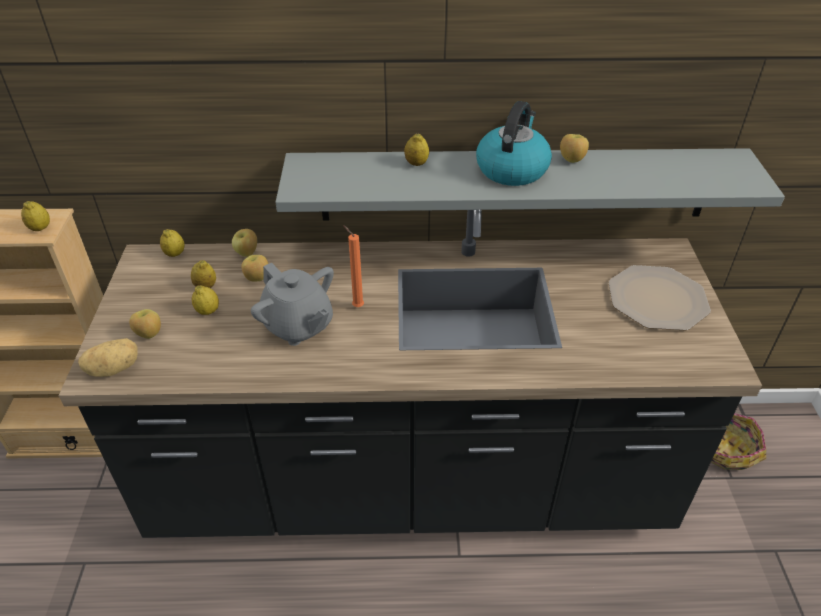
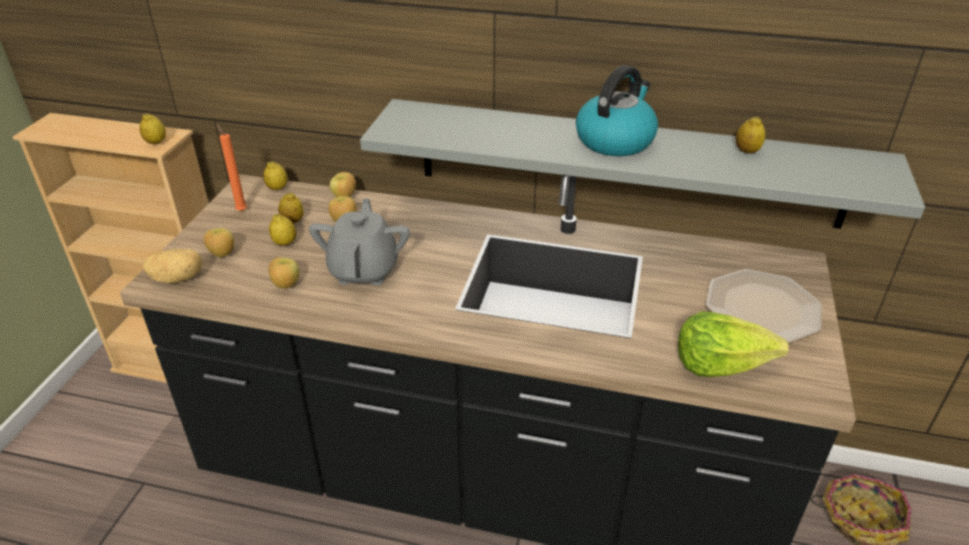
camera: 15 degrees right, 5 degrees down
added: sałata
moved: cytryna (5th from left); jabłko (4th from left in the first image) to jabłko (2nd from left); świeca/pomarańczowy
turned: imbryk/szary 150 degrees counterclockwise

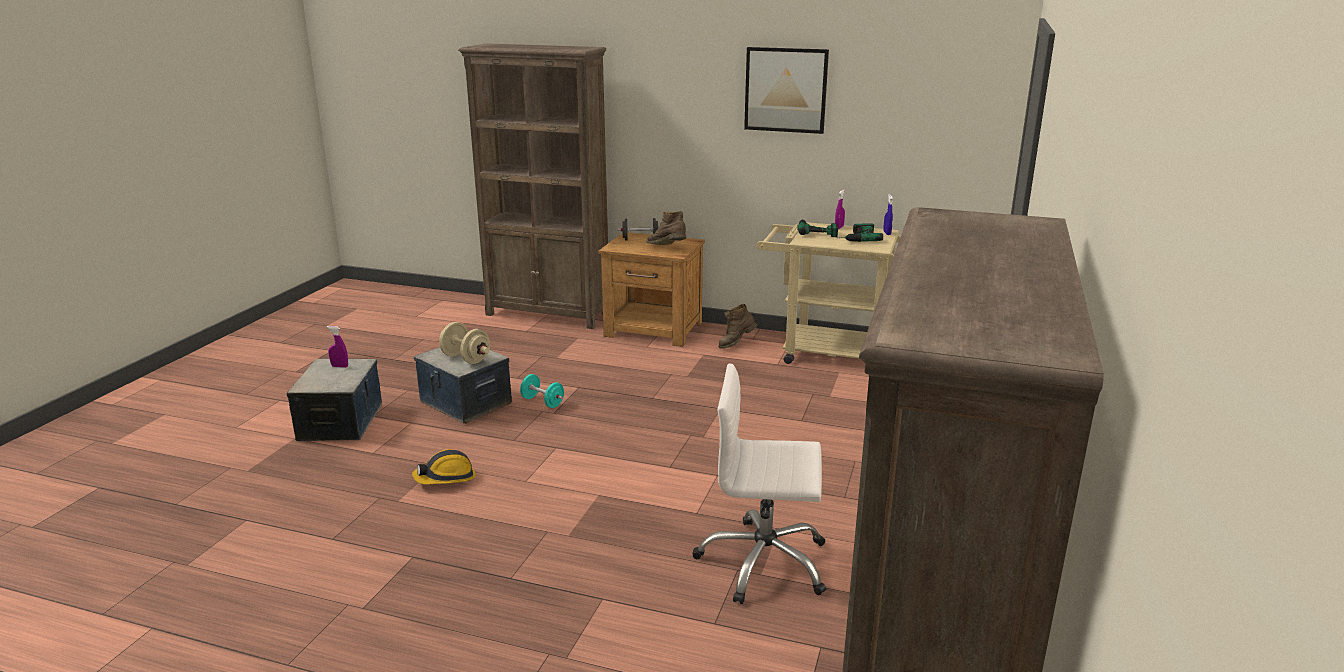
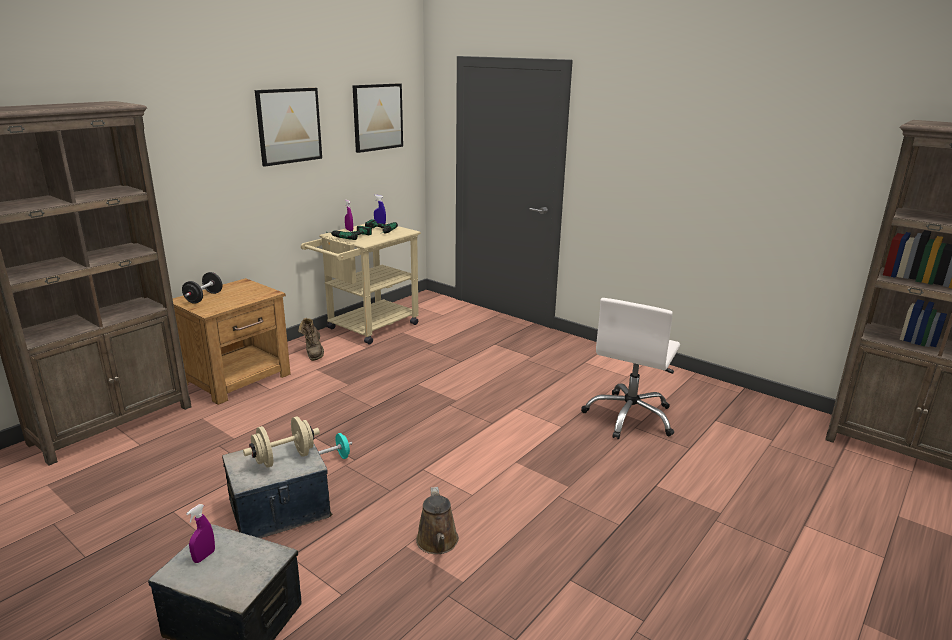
camera: 70 degrees left, 0 degrees up
removed: but z cholewką/brązowy (1st from left)
added: obraz (2nd from left)
replaced: kask to konewka/brązowy

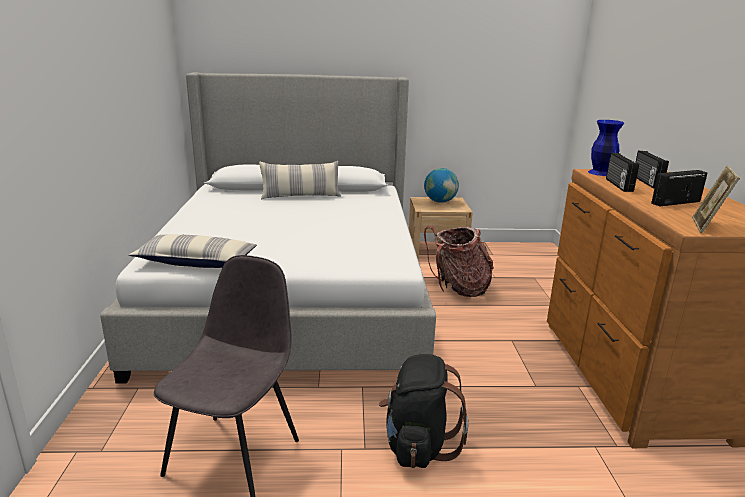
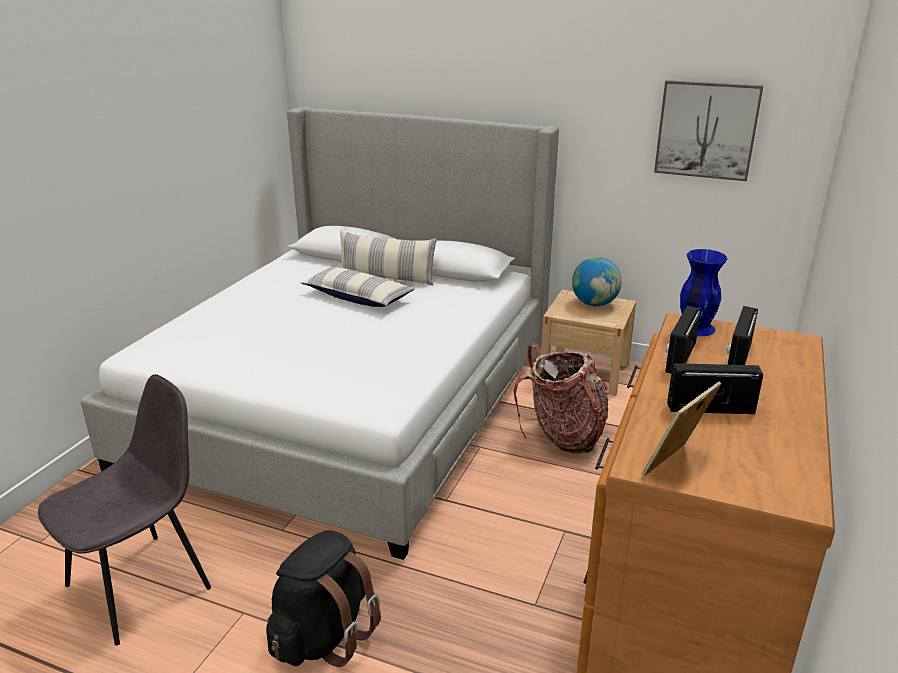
camera: 25 degrees right, 5 degrees up
added: obraz
moved: poduszka (1st from left)

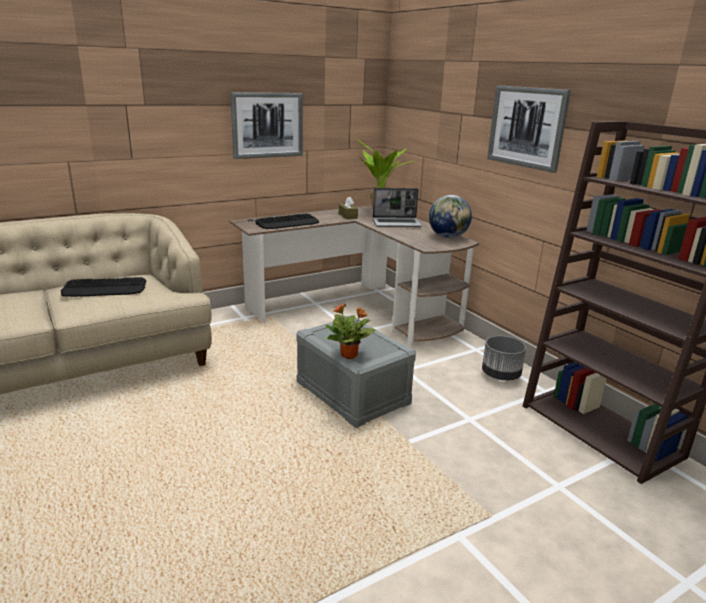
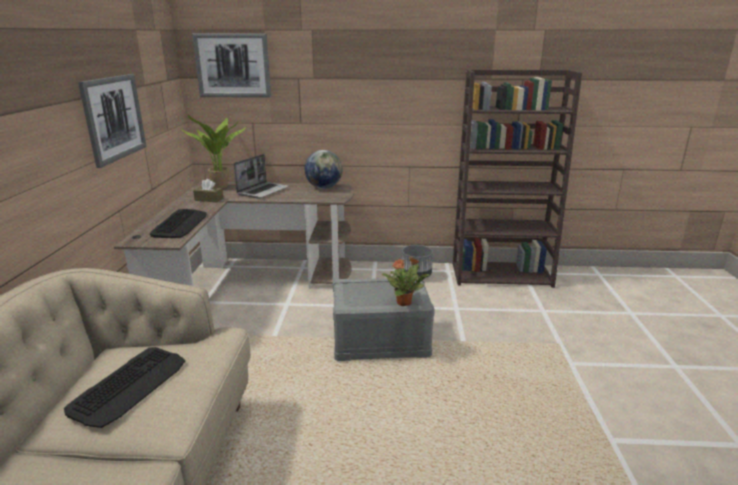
camera: 55 degrees left, 0 degrees up
moved: obraz (2nd from left)

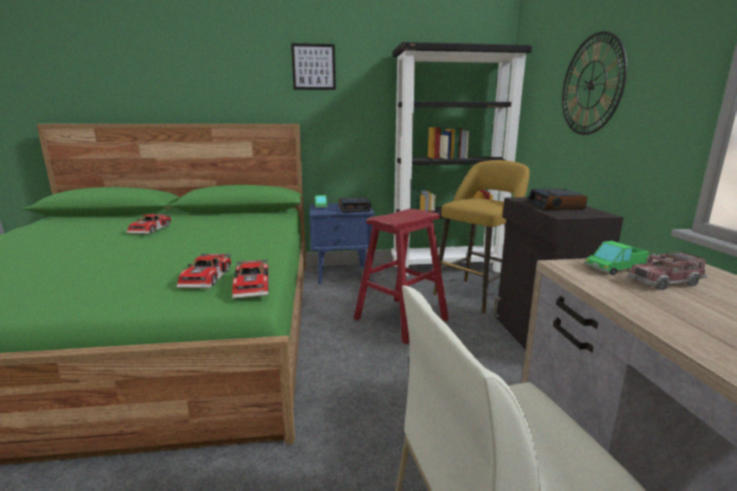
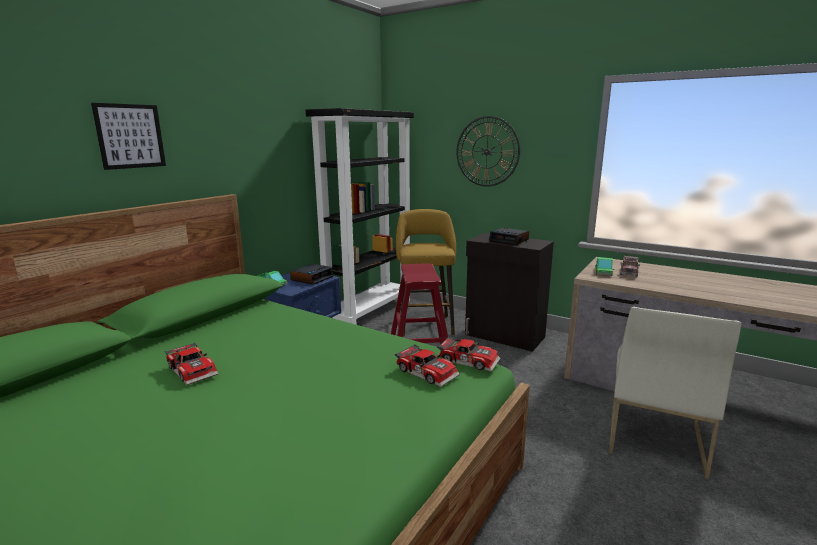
camera: 50 degrees left, 0 degrees up
moved: obraz

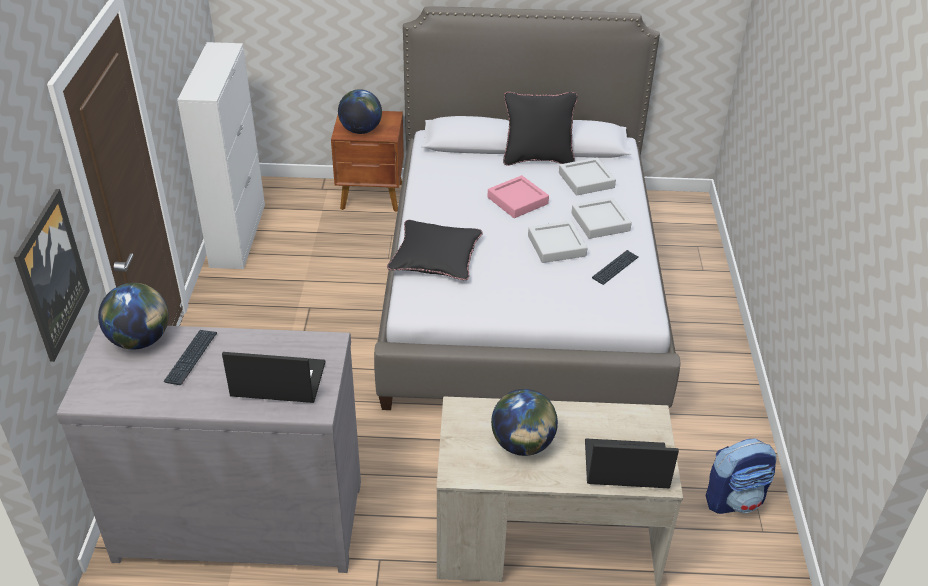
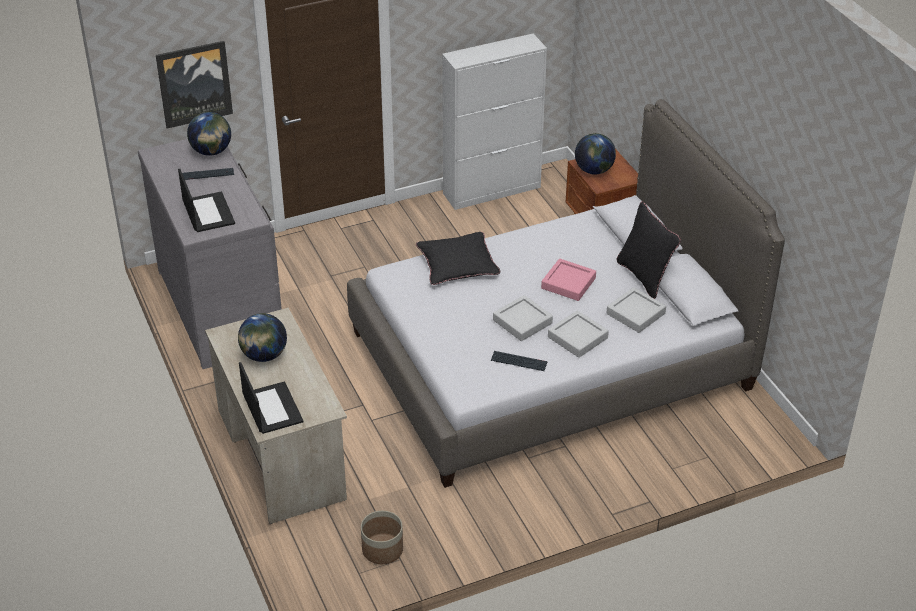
camera: 65 degrees right, 0 degrees up
replaced: plecak to donica

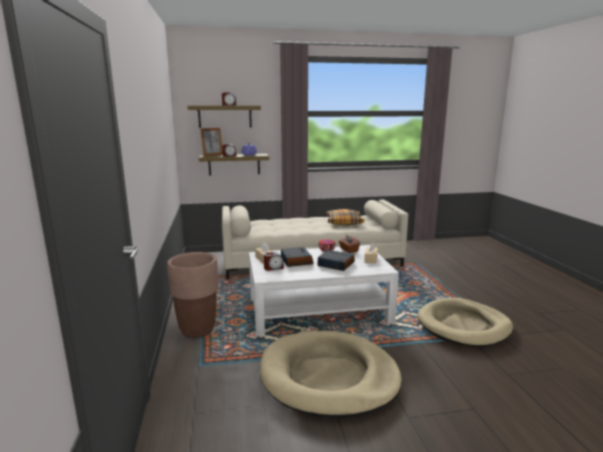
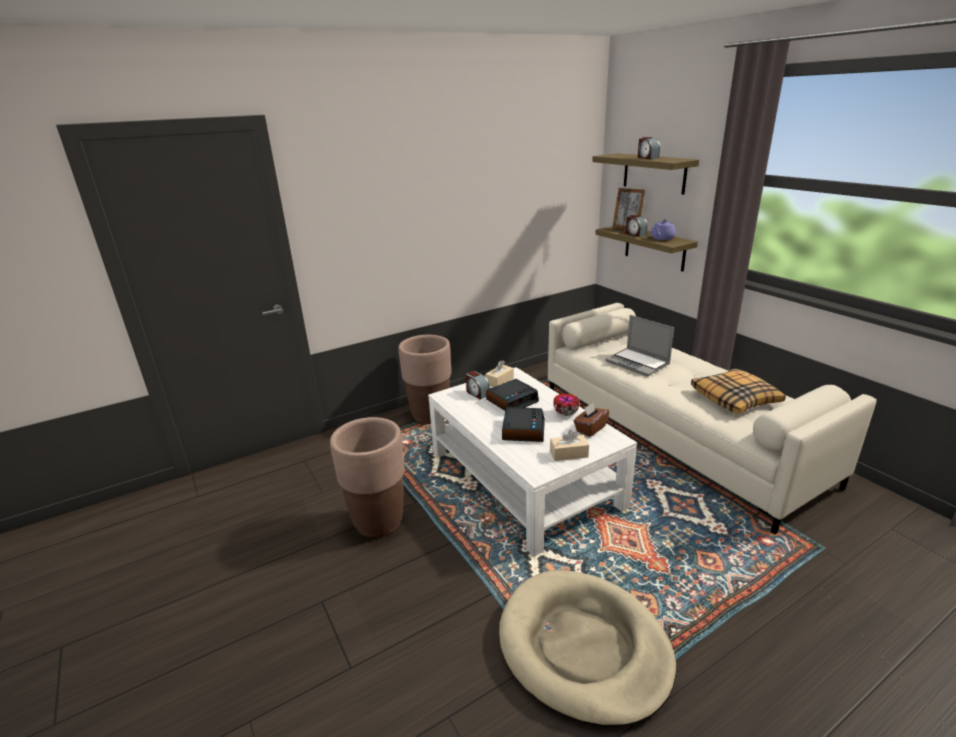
camera: 70 degrees right, 10 degrees up
added: laptop
replaced: legowisko/beżowy (1st from left) to donica/brązowy (1st from left)

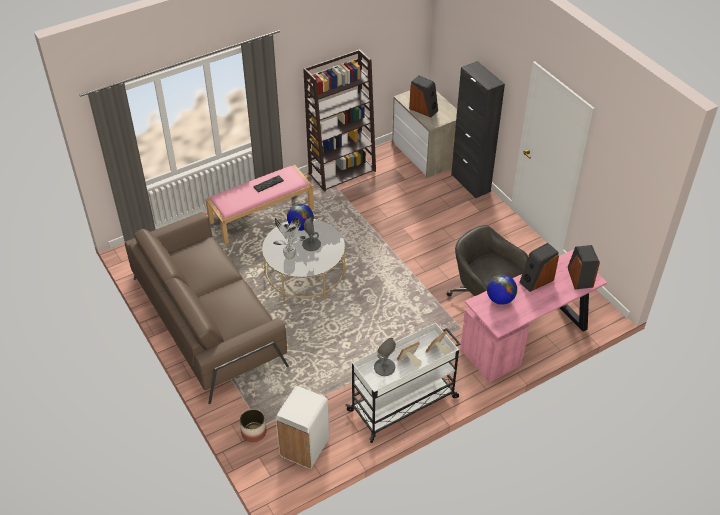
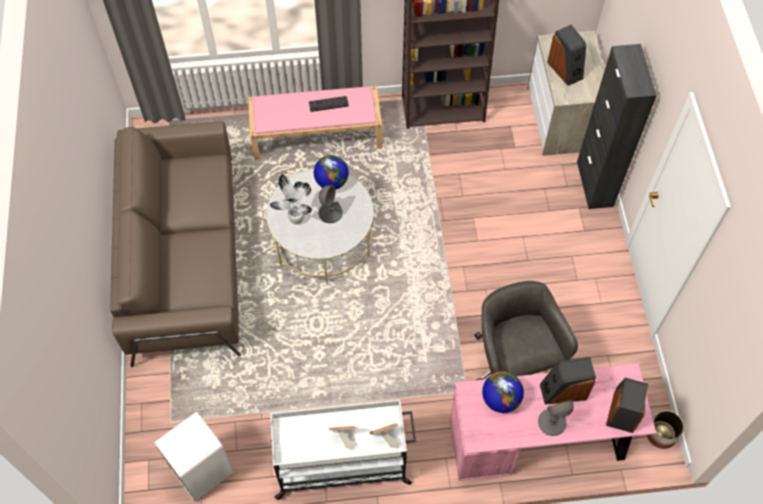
camera: 25 degrees right, 15 degrees up
moved: lampa stołowa/szary (2nd from left); donica

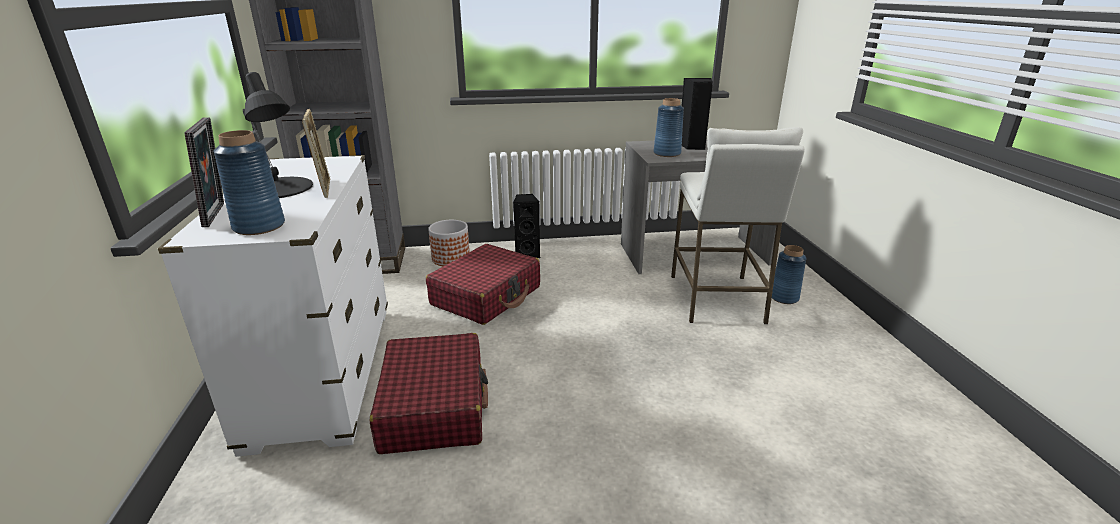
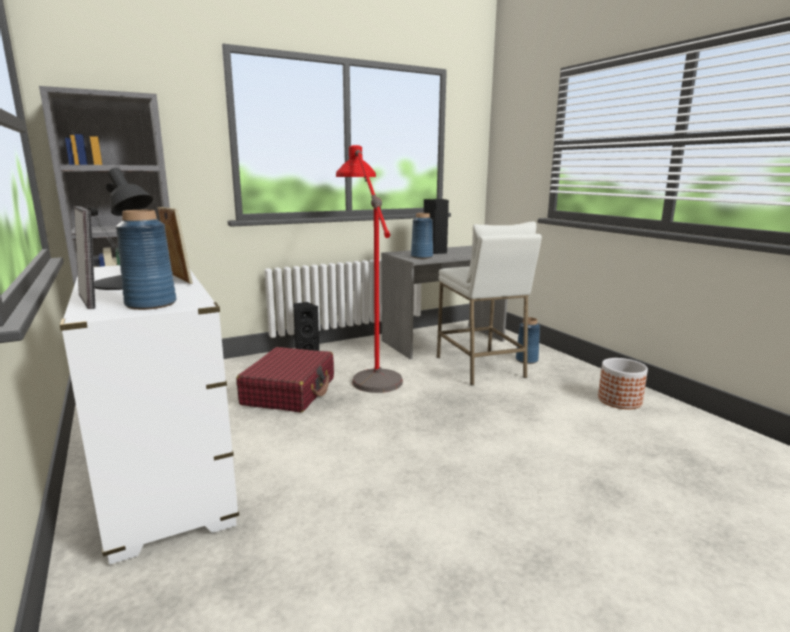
camera: 20 degrees left, 10 degrees down
removed: walizka/czerwony (1st from left)
added: lampa stojąca/czerwony
moved: donica

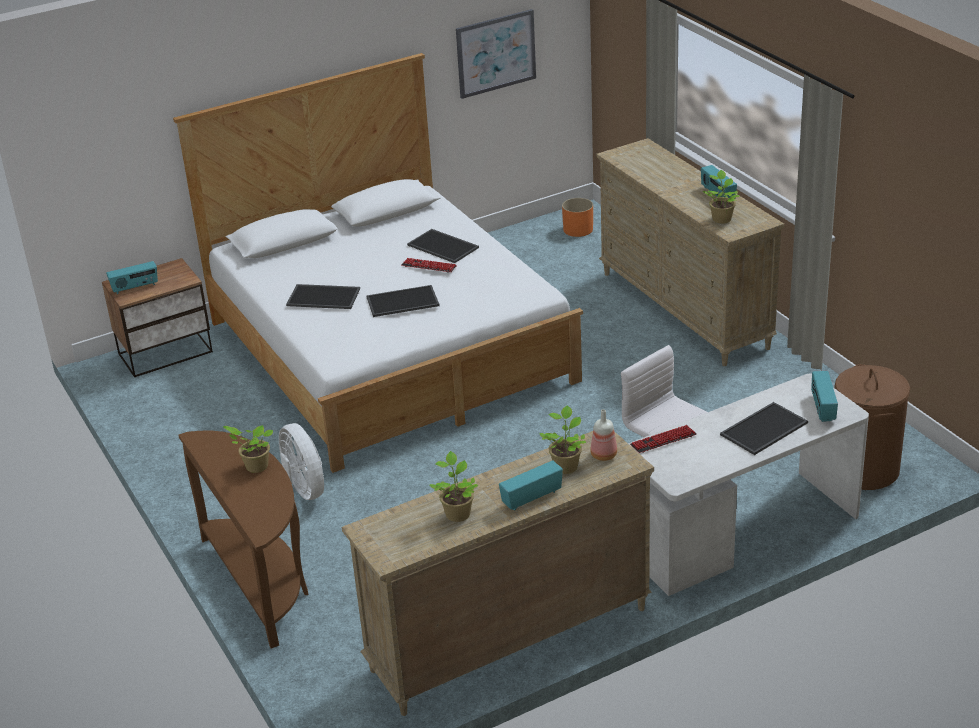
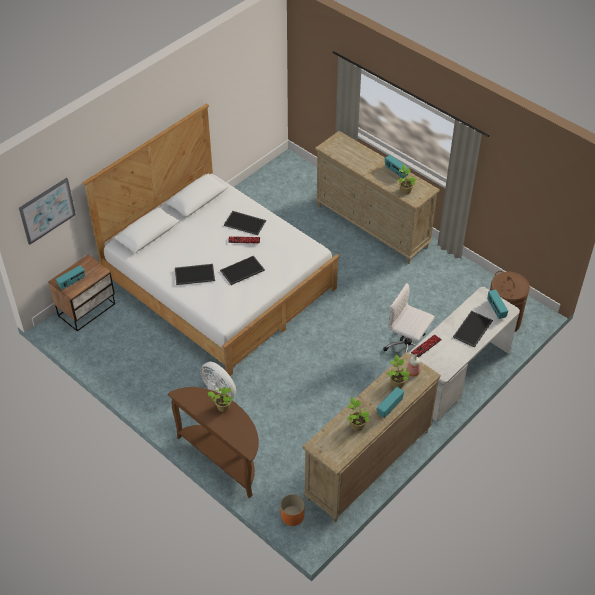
camera: 20 degrees left, 15 degrees up
moved: obraz; donica/pomarańczowy

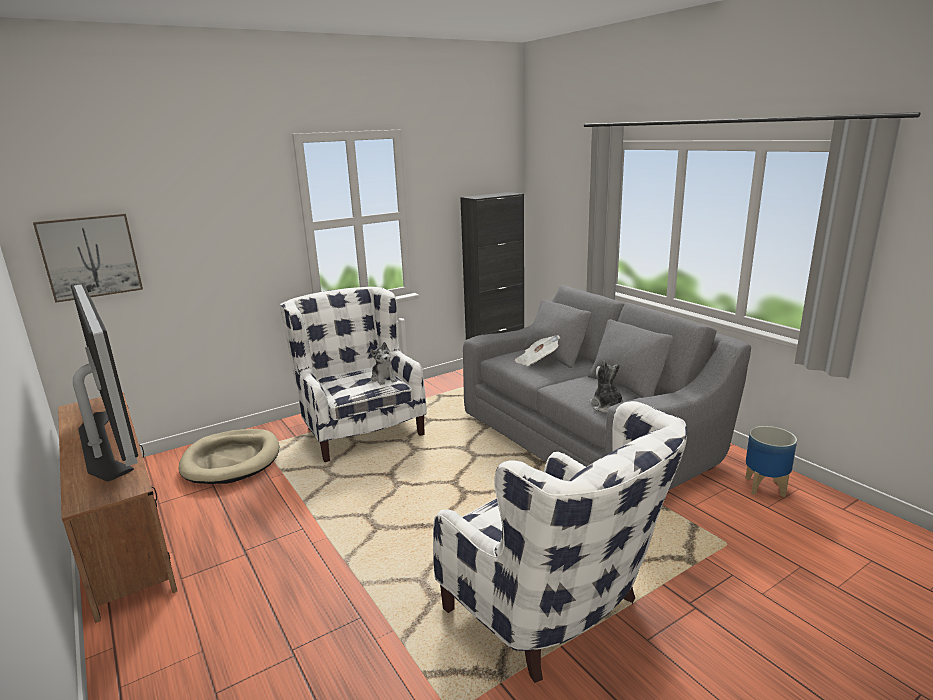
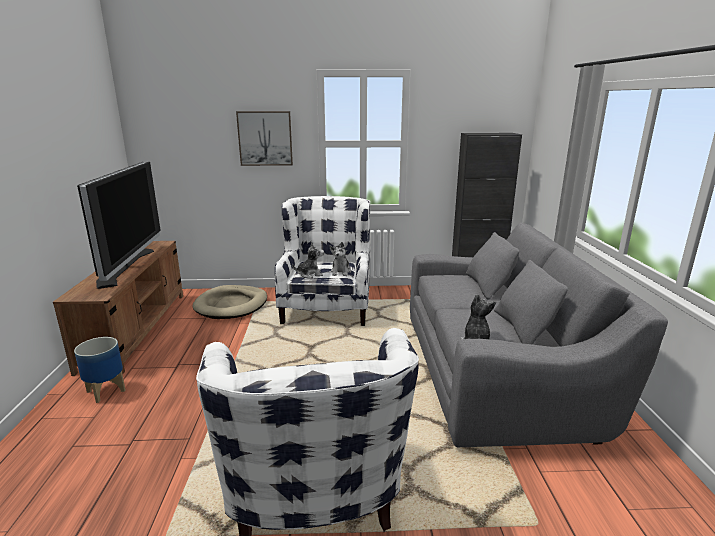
camera: 30 degrees right, 0 degrees up
removed: gazeta
added: pluszak (1st from left)
moved: obraz; donica

